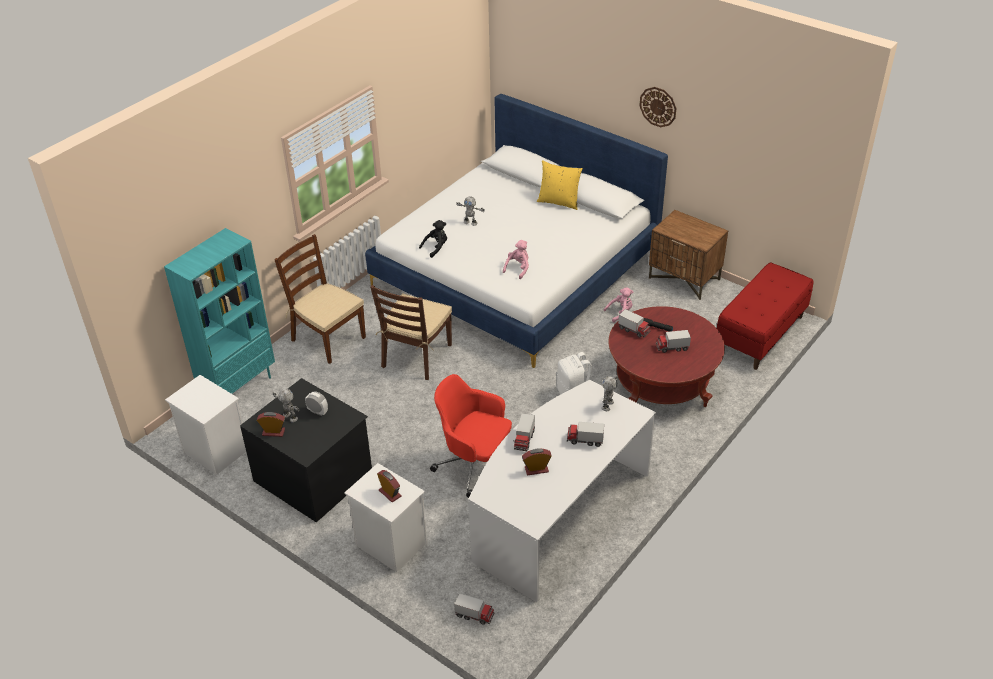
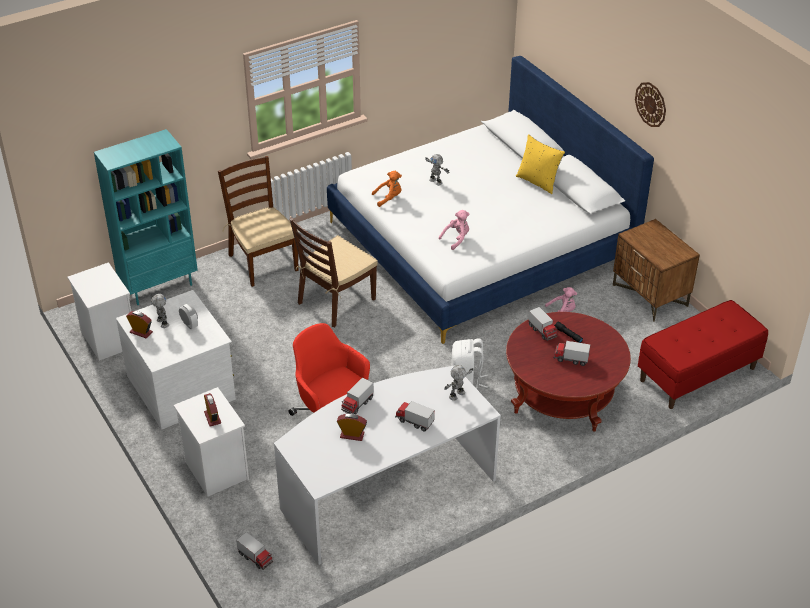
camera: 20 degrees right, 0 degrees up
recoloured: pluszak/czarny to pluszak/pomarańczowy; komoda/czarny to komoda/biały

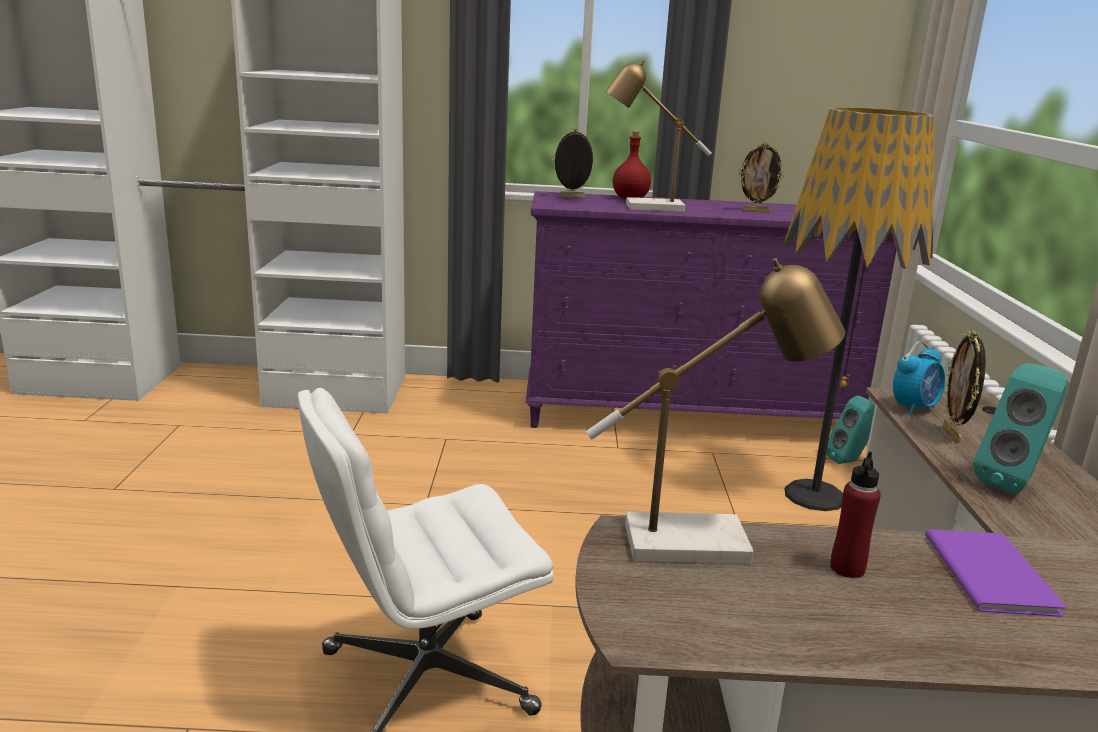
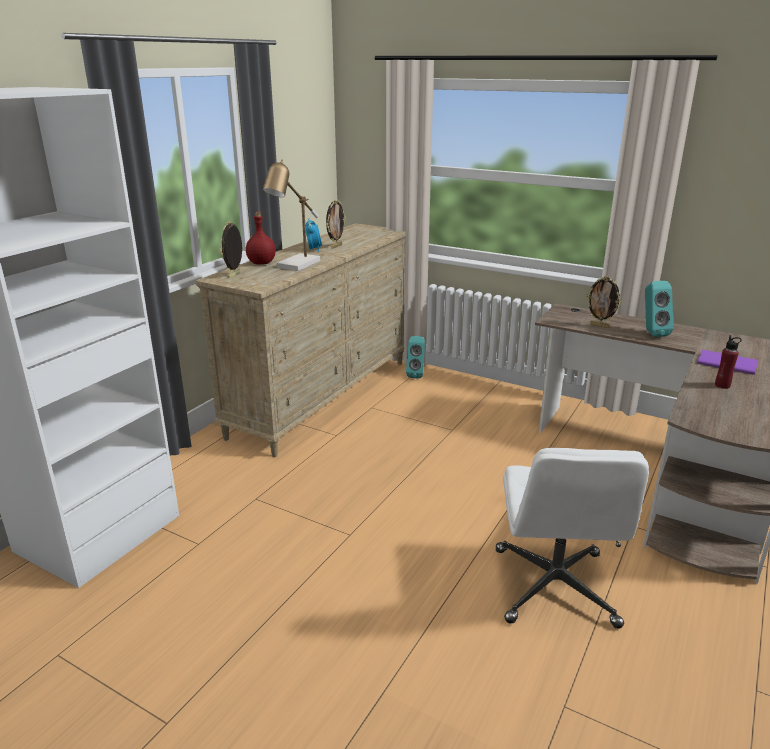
camera: 60 degrees left, 5 degrees up
removed: lampa stojąca; lampa stołowa (2nd from left)
moved: budzik
recoloured: komoda/fioletowy to komoda/beżowy

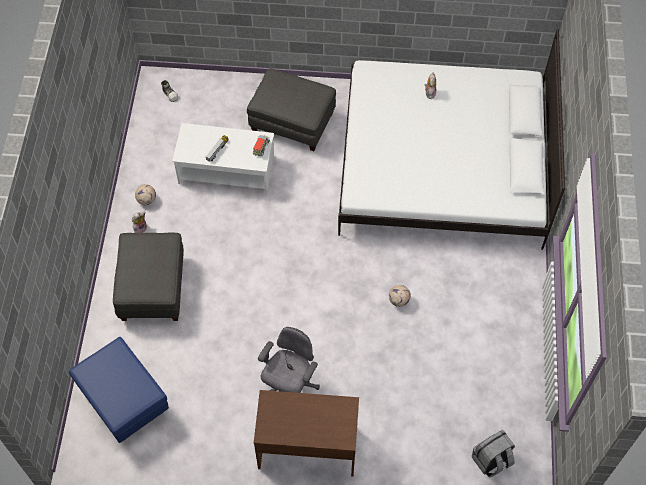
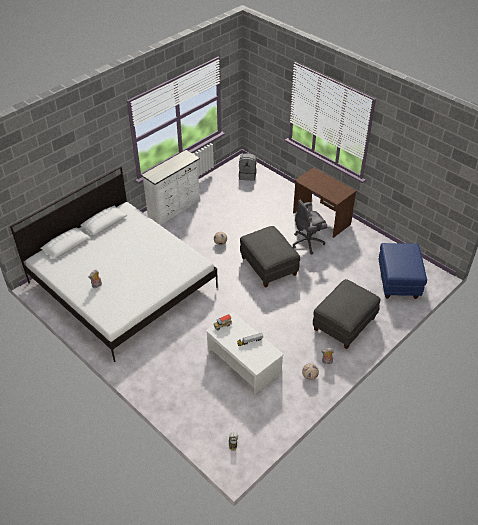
camera: 140 degrees left, 15 degrees down
added: komoda/biały
moved: pufa/szary (2nd from left in the first image) to pufa/szary (1st from left)

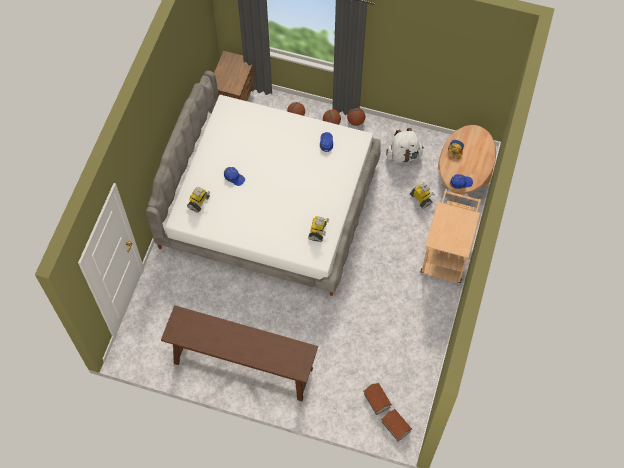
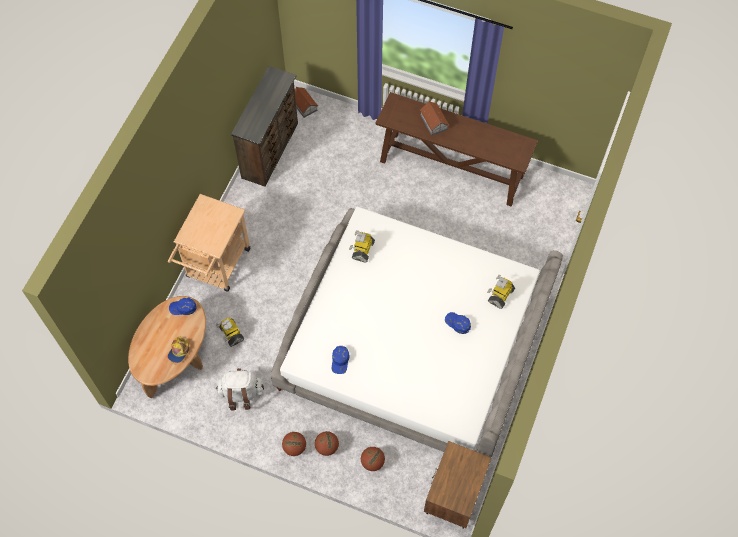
camera: 175 degrees left, 0 degrees up
added: komoda/brązowy
moved: domek (1st from left in the first image) to domek (2nd from left)

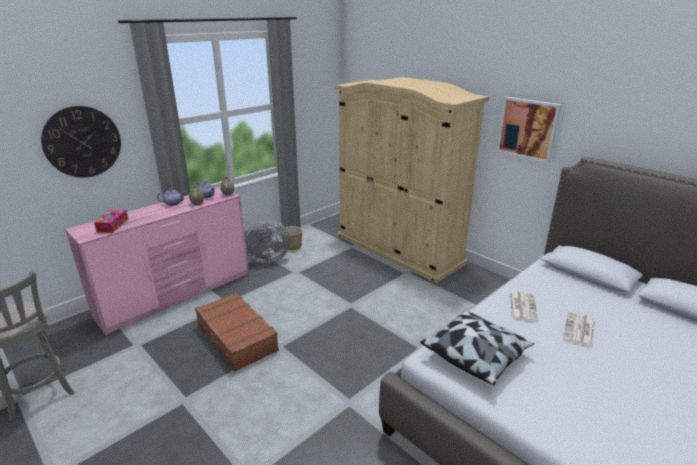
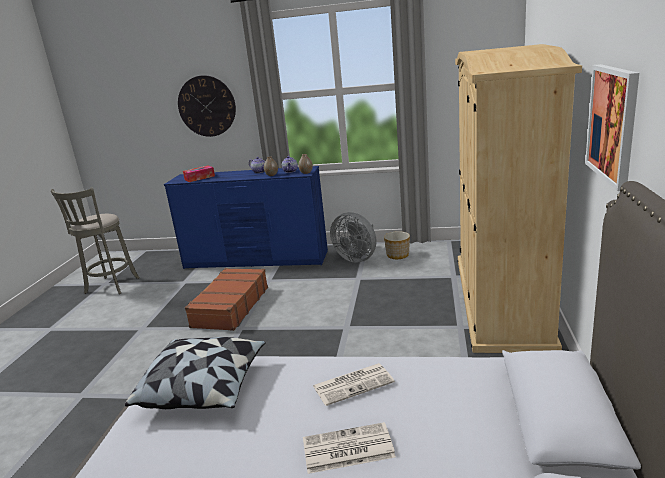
camera: 55 degrees right, 5 degrees down
recoloured: komoda/różowy to komoda/niebieski

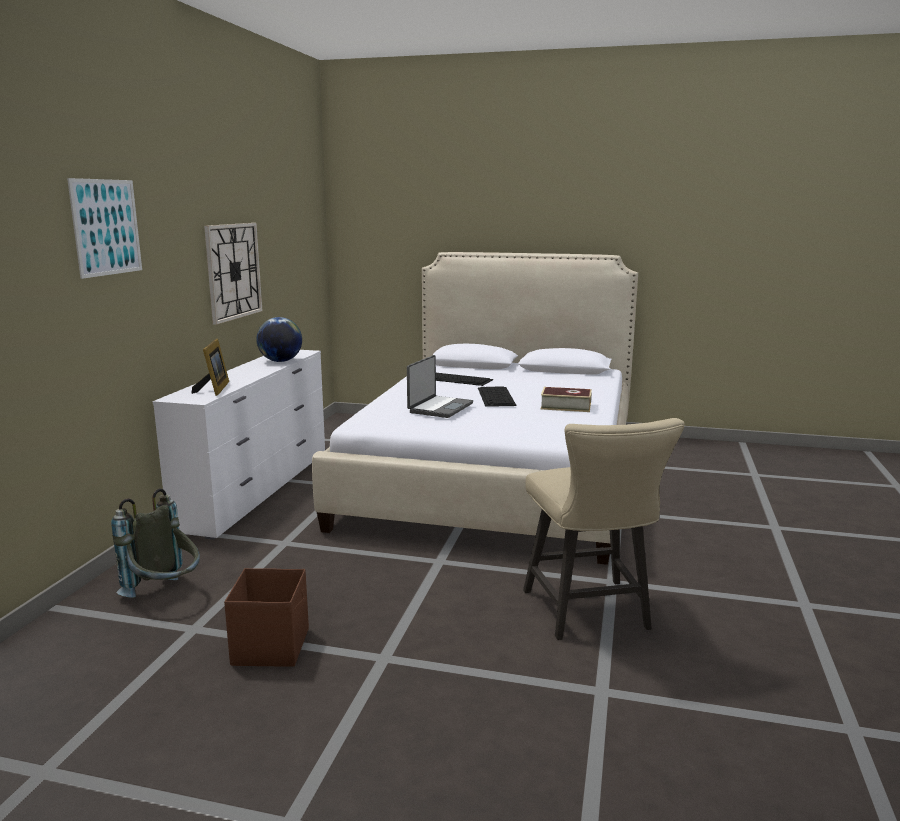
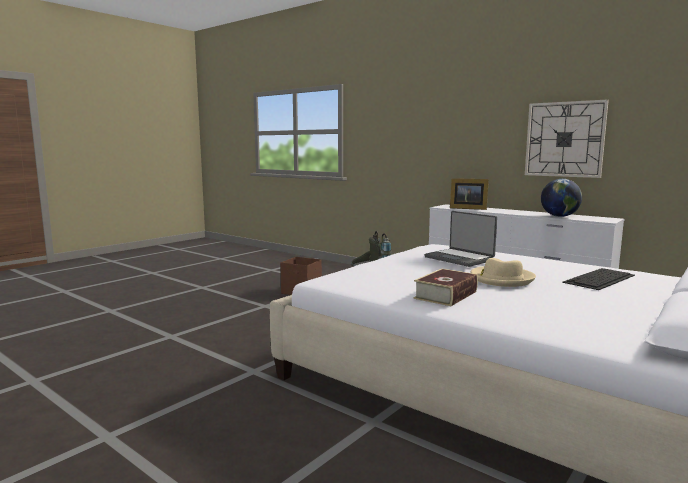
camera: 115 degrees right, 5 degrees down
removed: obraz; krzesło/beżowy
replaced: klawiatura (2nd from left) to kapelusz/beżowy

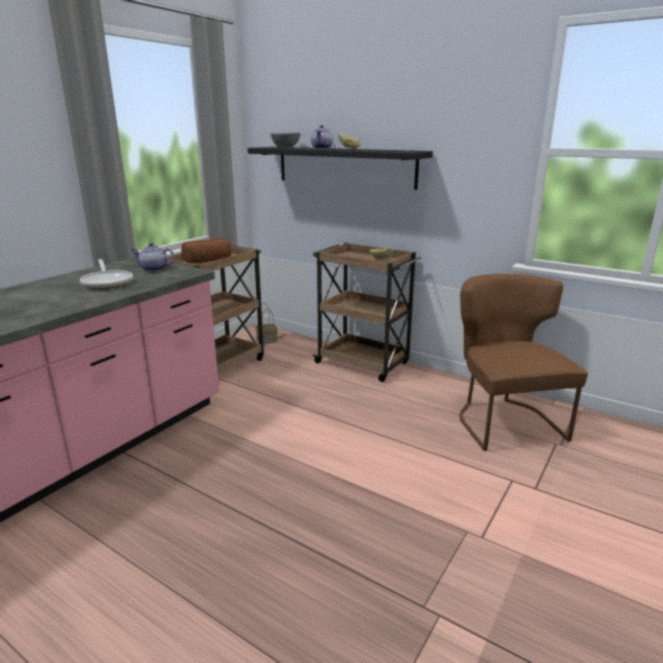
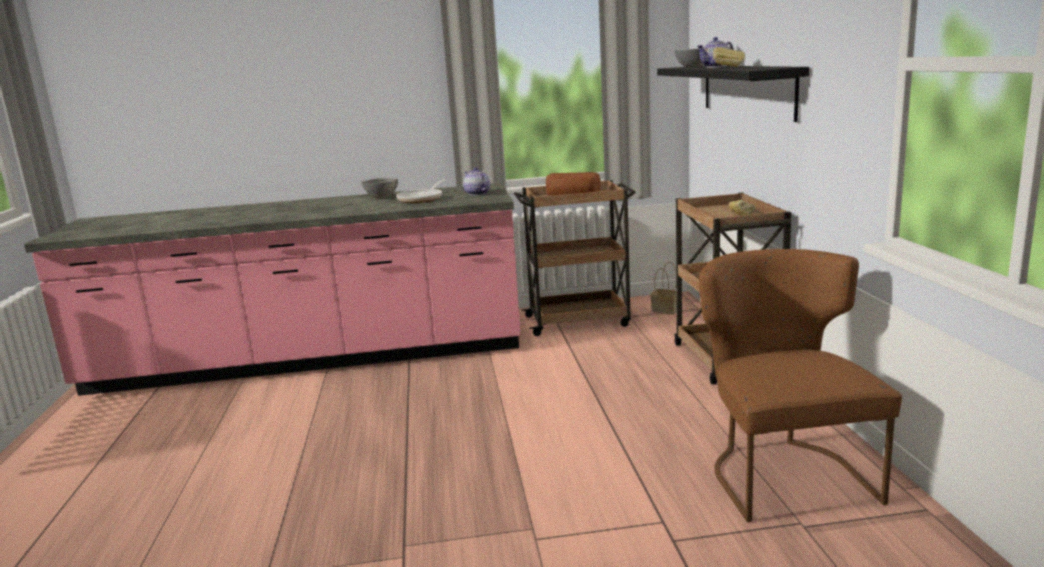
camera: 50 degrees right, 5 degrees down
added: miska/szary (1st from left)
turned: krzesło/brązowy 45 degrees counterclockwise

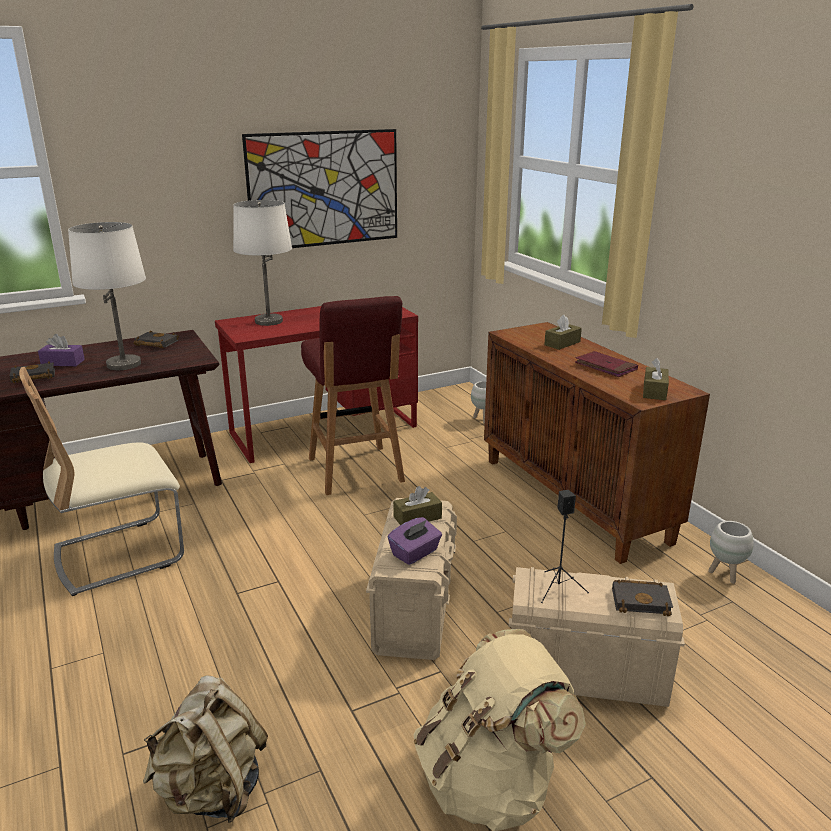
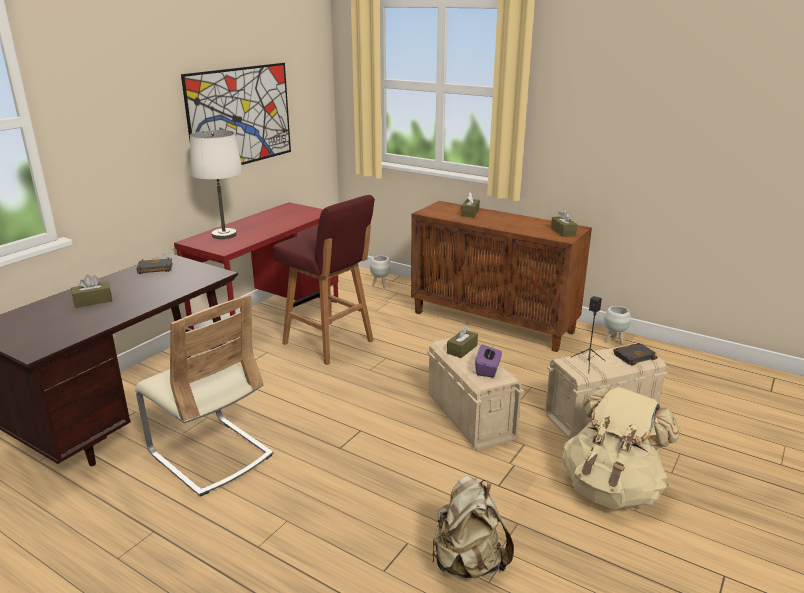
camera: 30 degrees left, 0 degrees up
removed: lampa stołowa/biały (1st from left); książka/czerwony; książka/czarny (1st from left)
recoloured: pudełko chusteczek/fioletowy (1st from left) to pudełko chusteczek/brązowy (1st from left)
turned: krzesło/beżowy 75 degrees counterclockwise

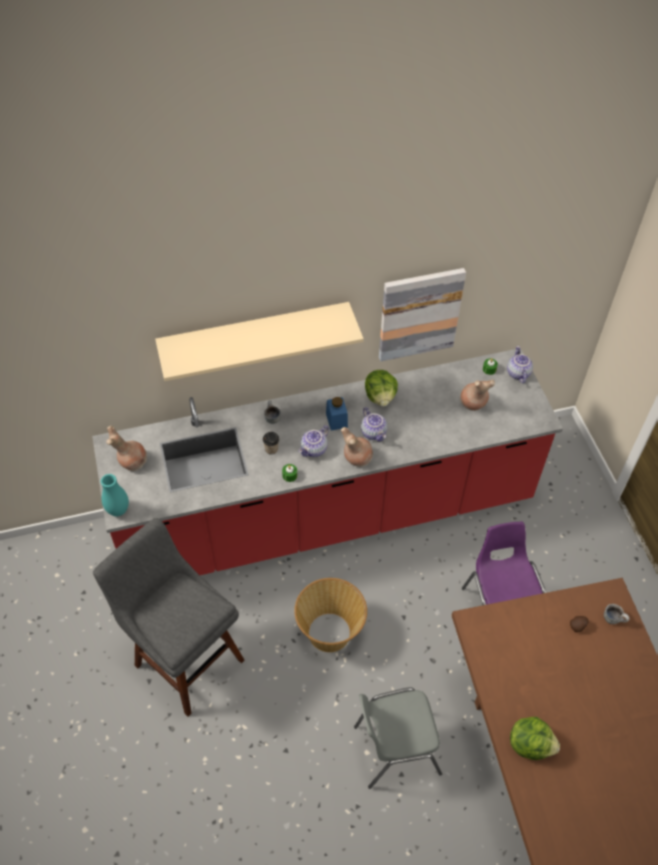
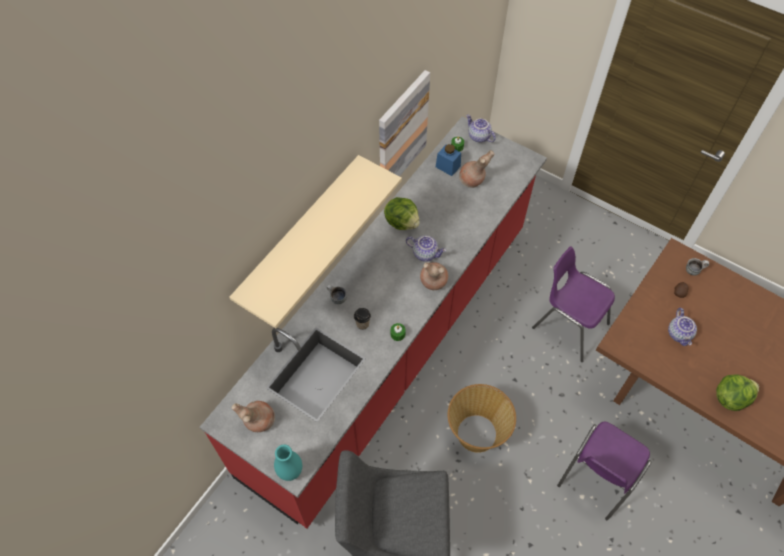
camera: 40 degrees left, 5 degrees up
moved: słoik/niebieski; imbryk (1st from left in the first image) to imbryk (3rd from left)
recoloured: krzesło/szary to krzesło/fioletowy (2nd from left)

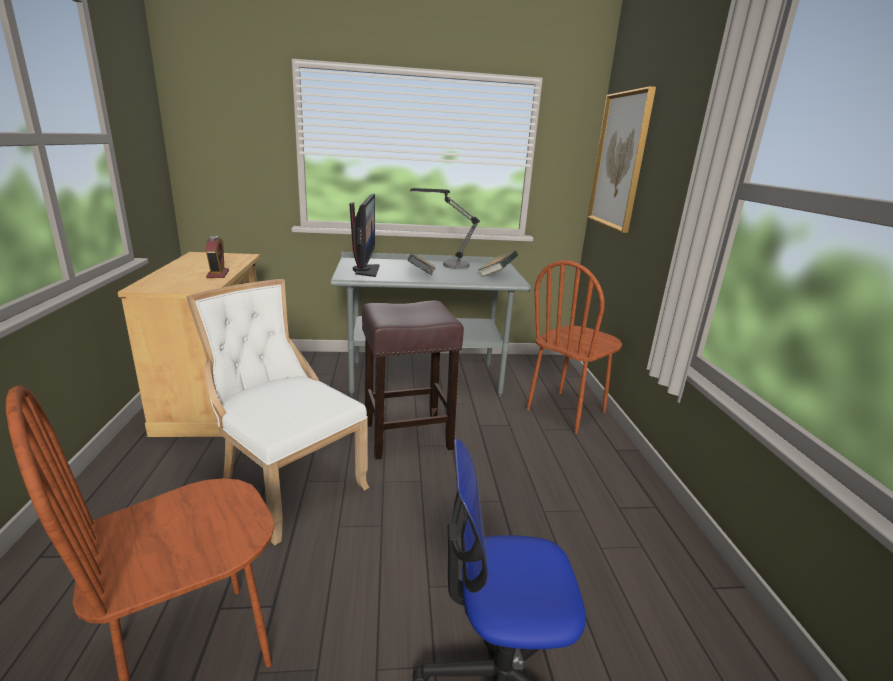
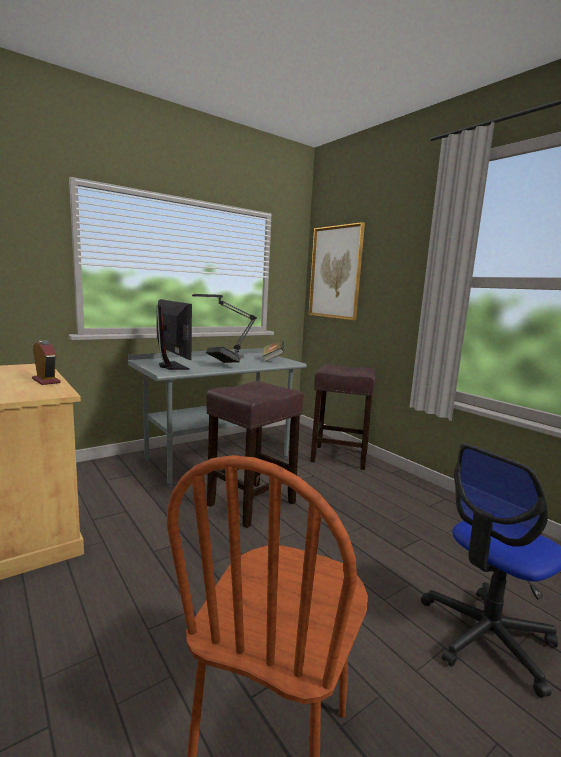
camera: 30 degrees left, 10 degrees down
removed: krzesło/biały
replaced: krzesło/brązowy (2nd from left) to stołek/brązowy (2nd from left)

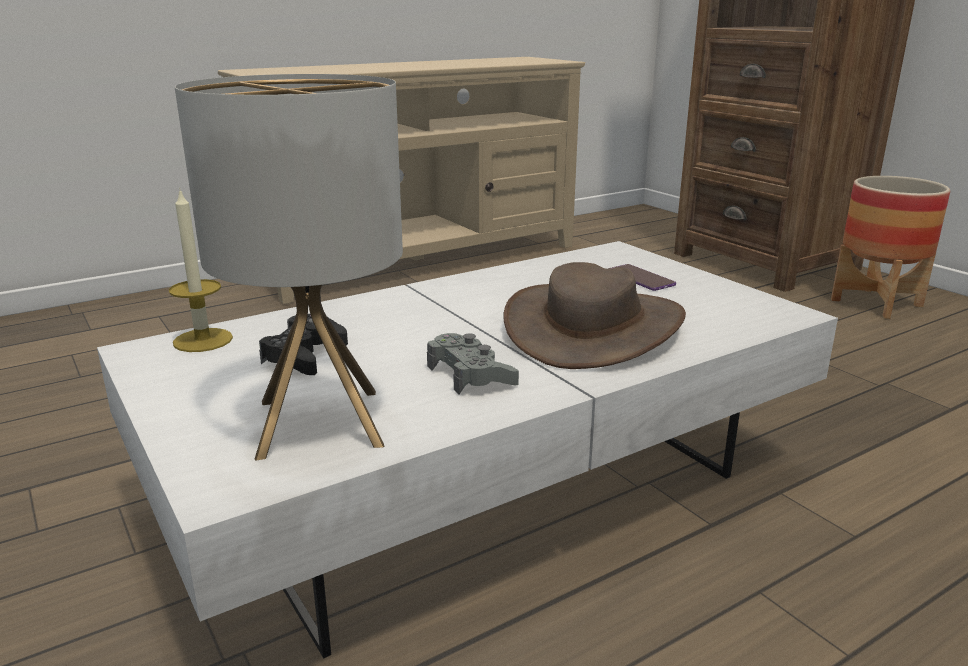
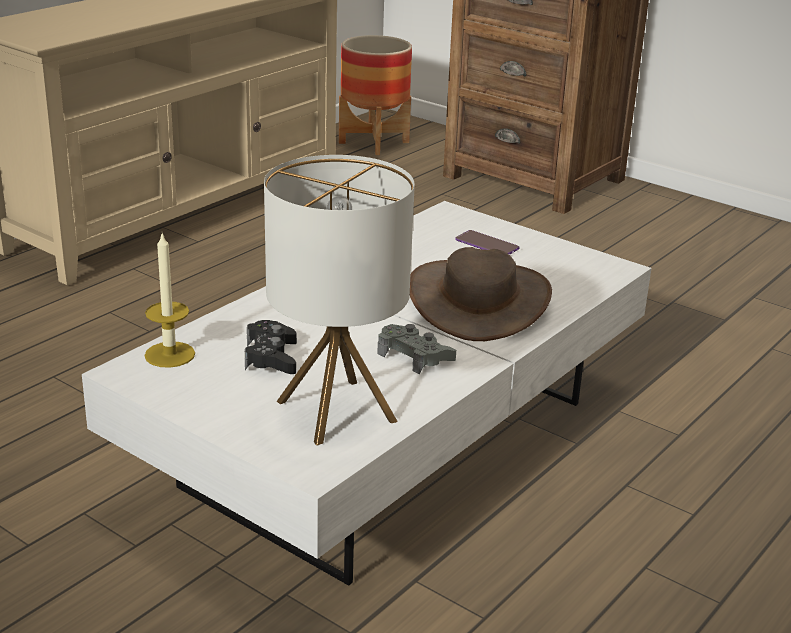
camera: 20 degrees left, 5 degrees up
moved: donica

